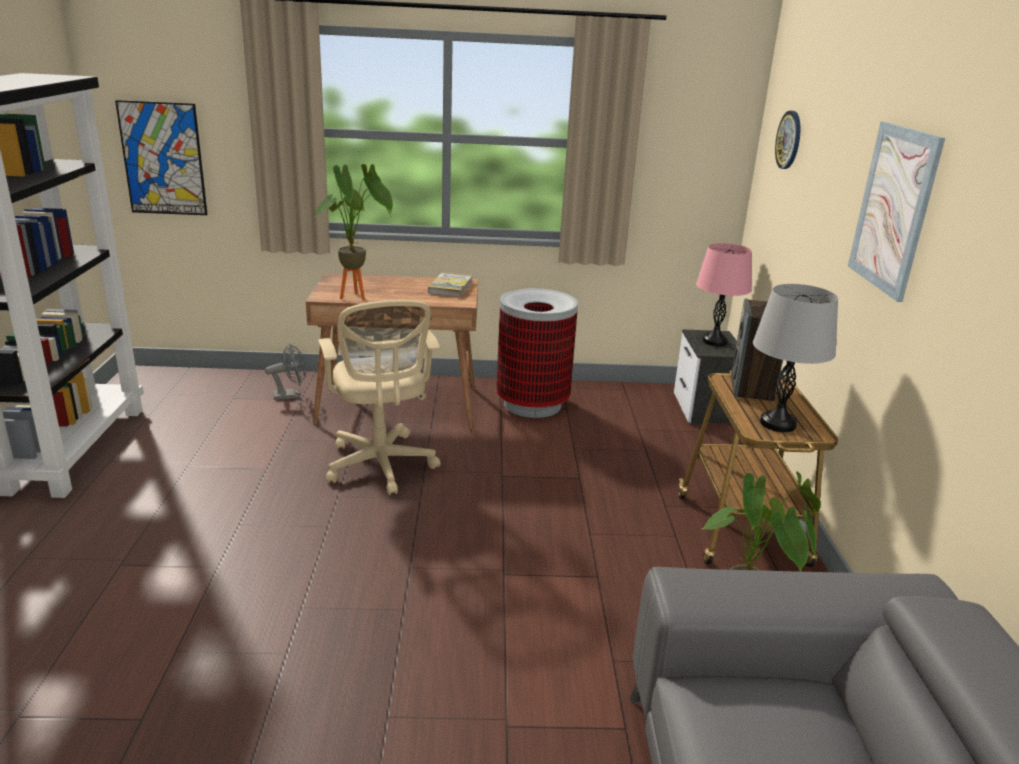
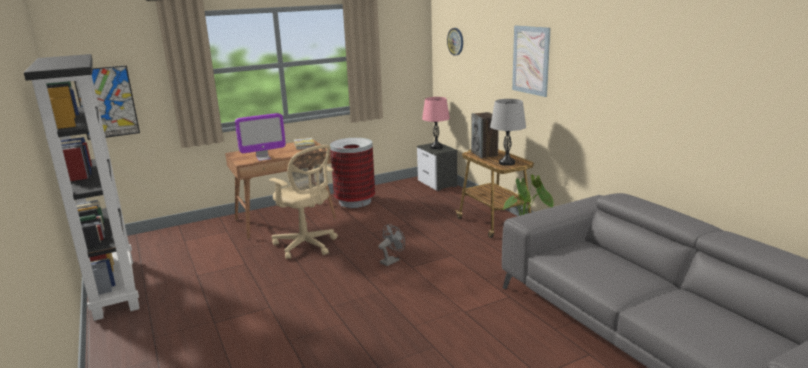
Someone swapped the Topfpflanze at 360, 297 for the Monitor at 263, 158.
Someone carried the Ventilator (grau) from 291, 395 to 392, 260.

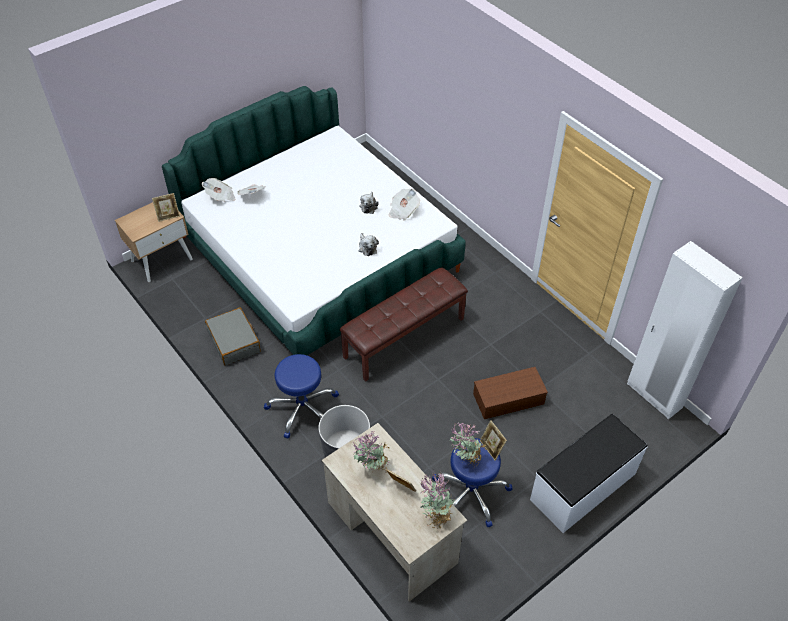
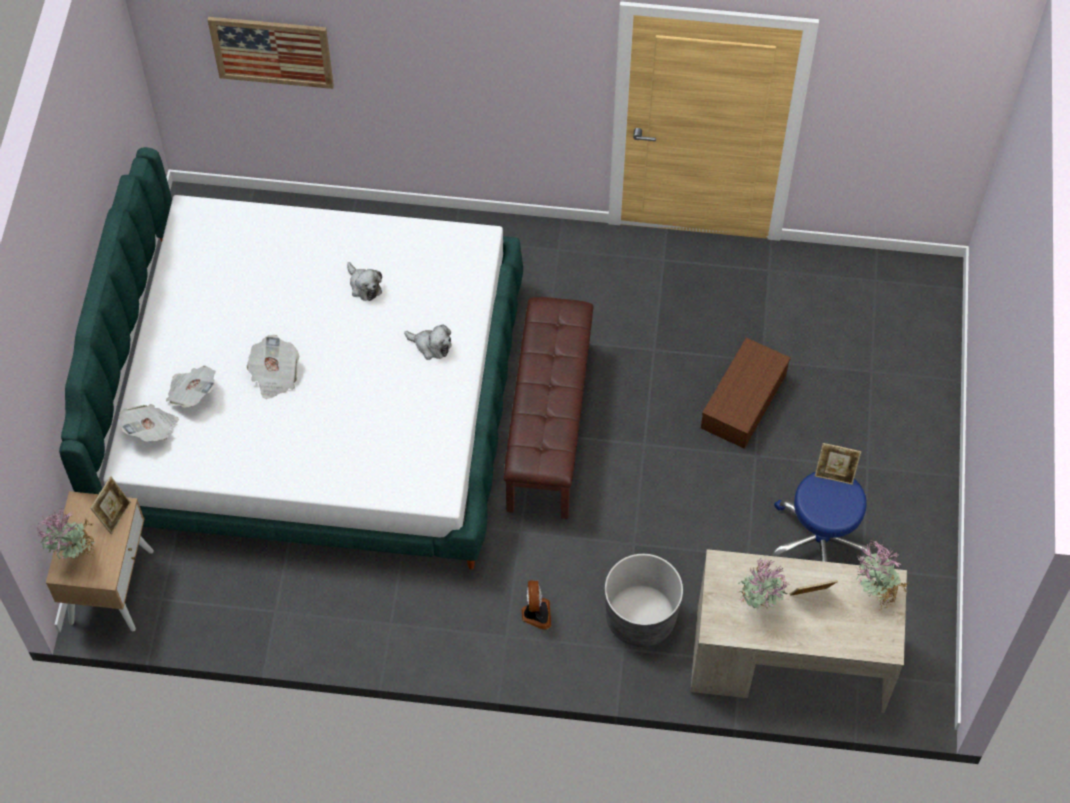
Someone carried the Zeitung from 403, 211 to 274, 375.
Someone took away the Kleiderschrank (weiß) at 653, 396.
Someone took away the Koffer (grau) at 234, 341.
Someone swapped the Hocker (blau) at 303, 408 for the Ventilator at 536, 614.
Someone took away the Bank (weiß) at 583, 487.
Someone carried the Topfpflanze from 465, 459 to 75, 555.
Someone put up the Bild at 272, 51.

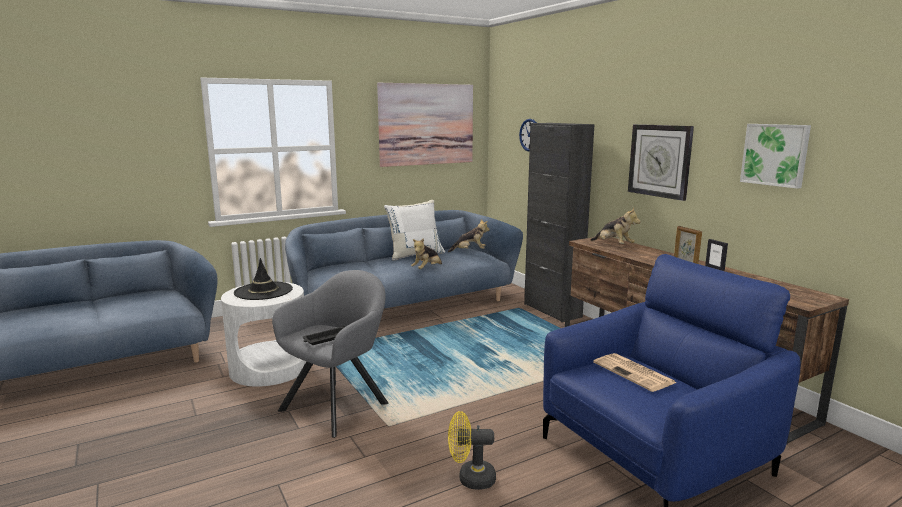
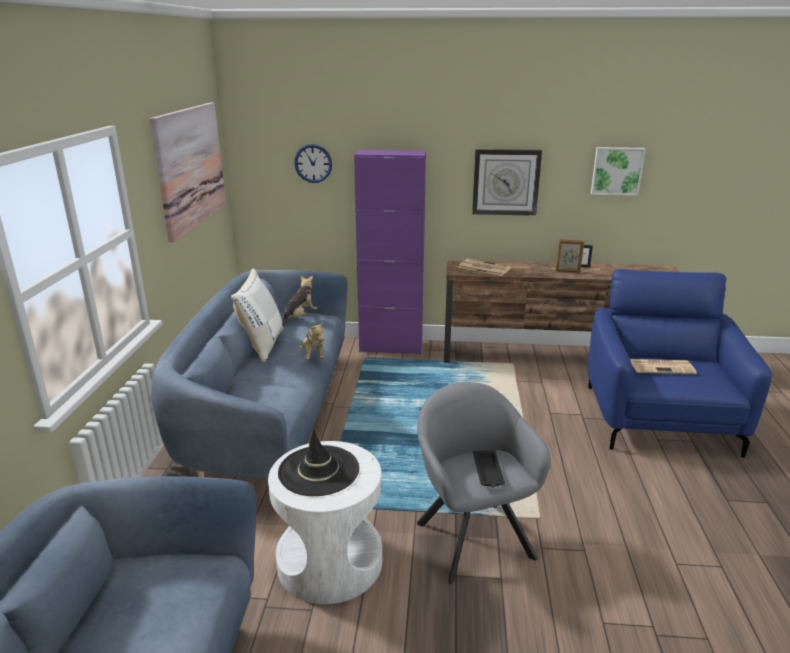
Someone repainted the Schrank (schwarz) at 552, 310, which became the Schrank (lila) at 391, 347.
Someone swapped the Plüschtier at 613, 245 for the Zeitung at 483, 268.
Someone took away the Ventilator (gelb) at 470, 479.

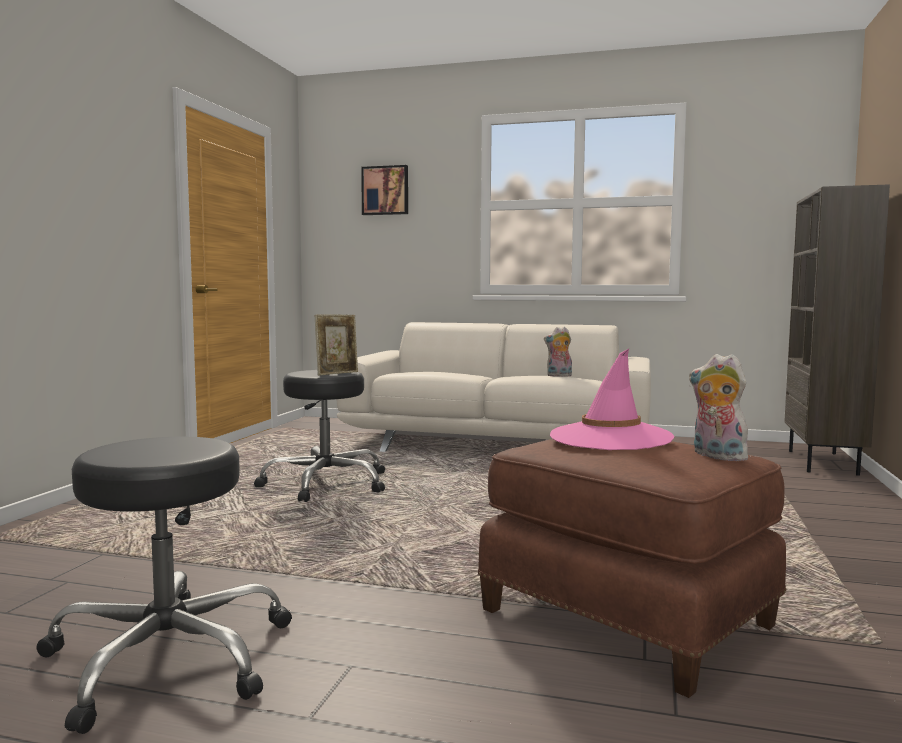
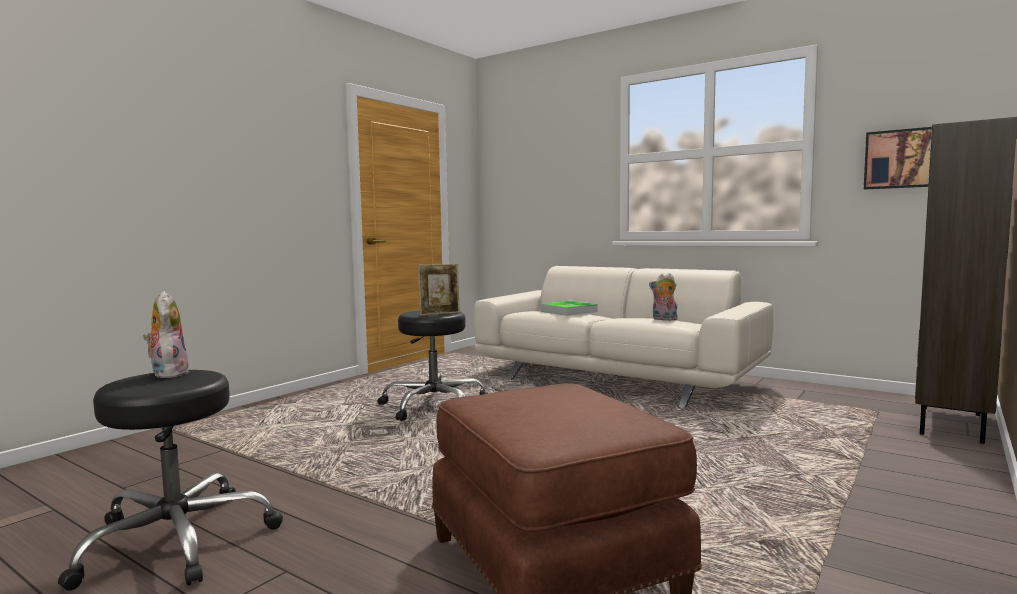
Someone carried the Bild from 385, 190 to 898, 159.
Someone took away the Hut (rosa) at 610, 437.
Someone carried the Plüschtier from 716, 456 to 168, 374.
Someone put down the Tablett at 568, 311.

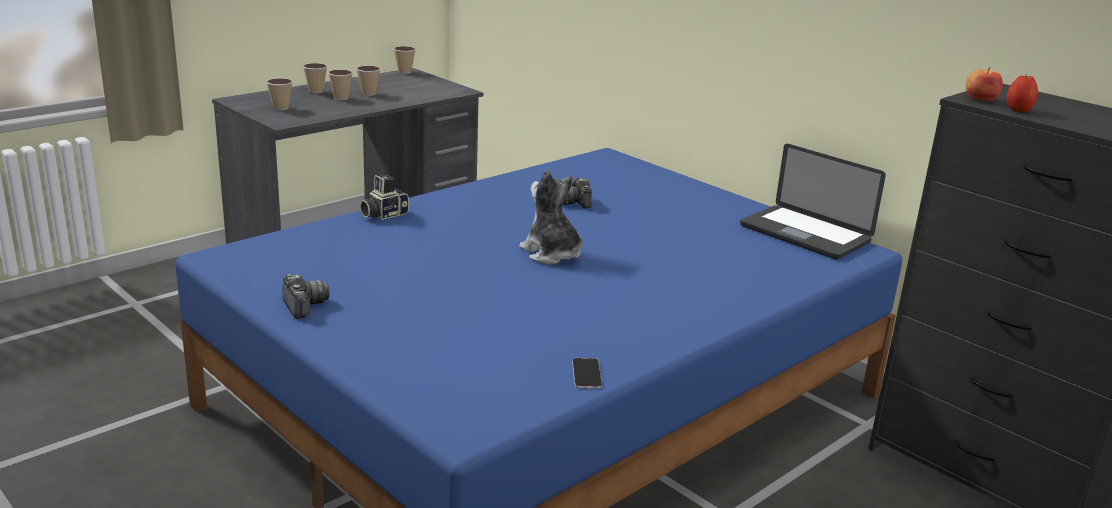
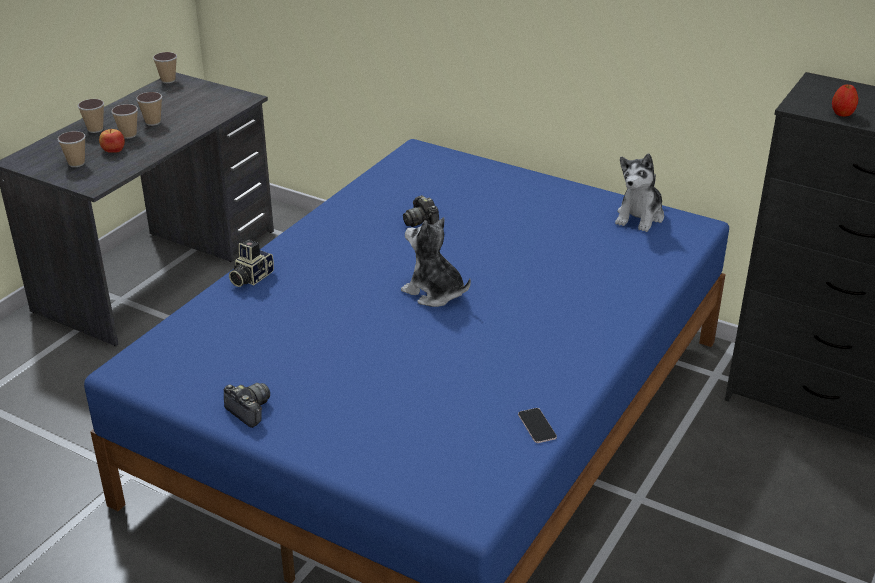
Someone carried the Apfel from 980, 99 to 113, 150.
Someone swapped the Laptop at 804, 234 for the Plüschtier at 640, 217.

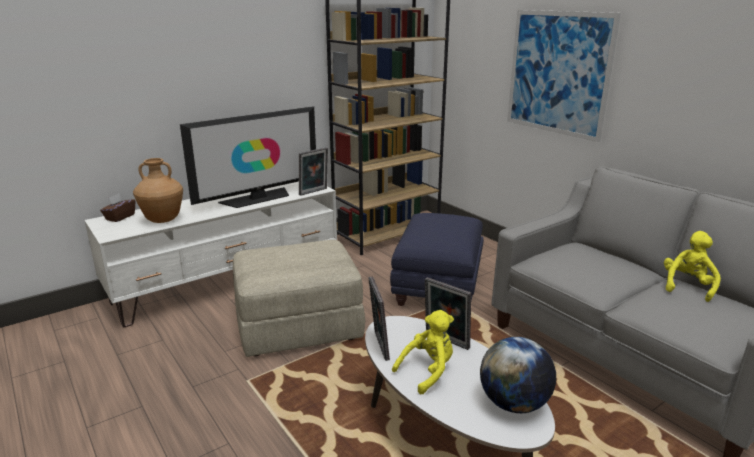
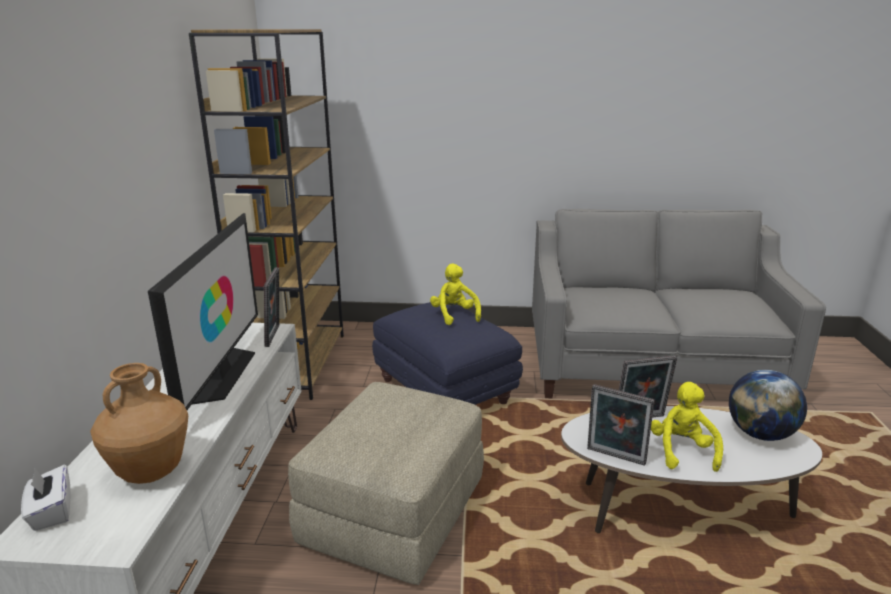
Someone took away the Bild at 558, 73.
Someone repainted the Taschentuchbox (braun) at 120, 217, which became the Taschentuchbox (weiß) at 51, 512.
Someone carried the Plüschtier (gelb) from 687, 286 to 454, 315.

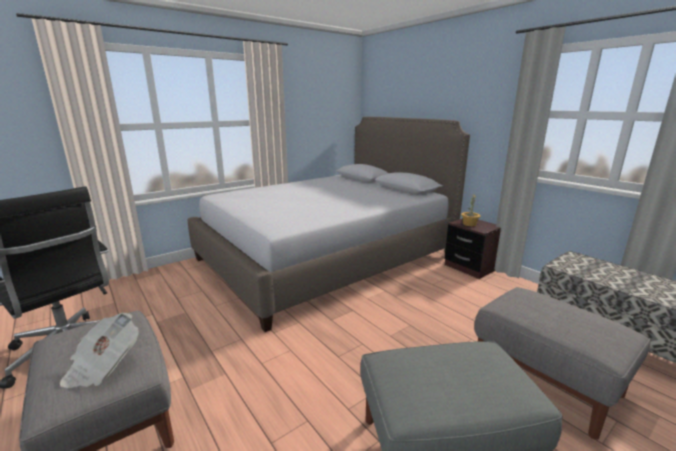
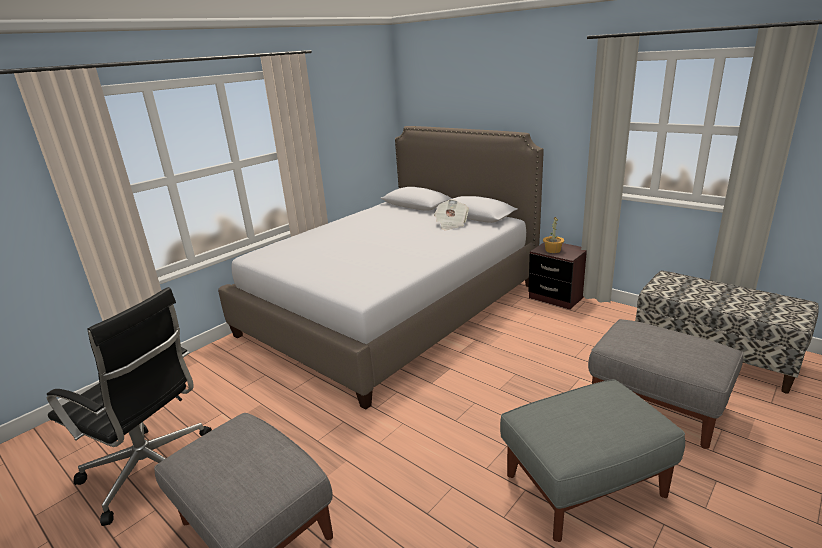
Someone carried the Zeitung from 103, 366 to 451, 224.

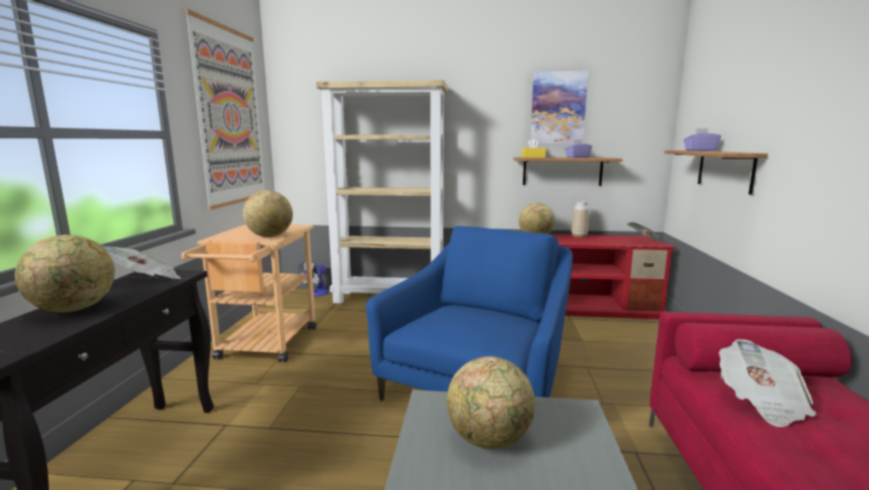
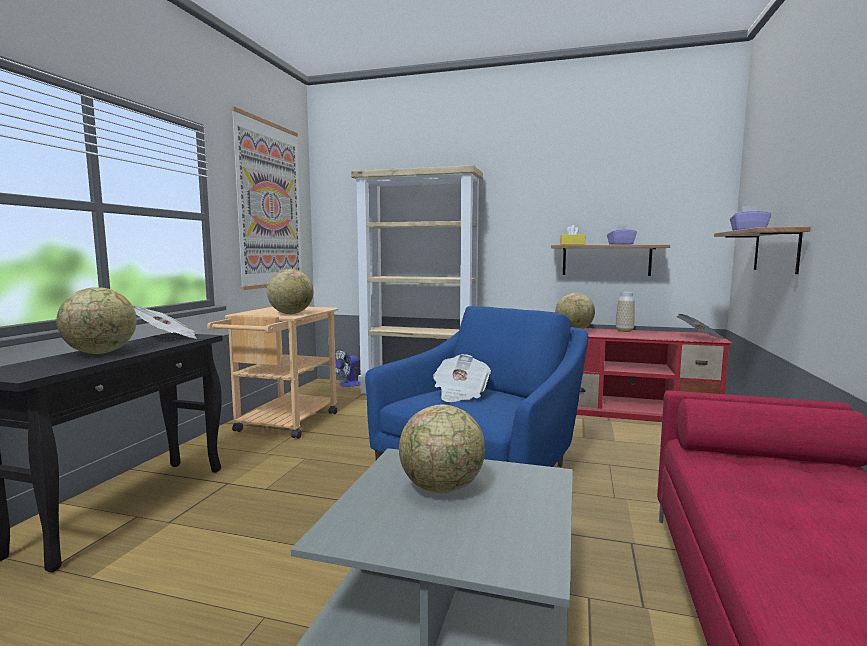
Someone took away the Bild at 558, 108.
Someone carried the Zeitung from 761, 402 to 460, 394.

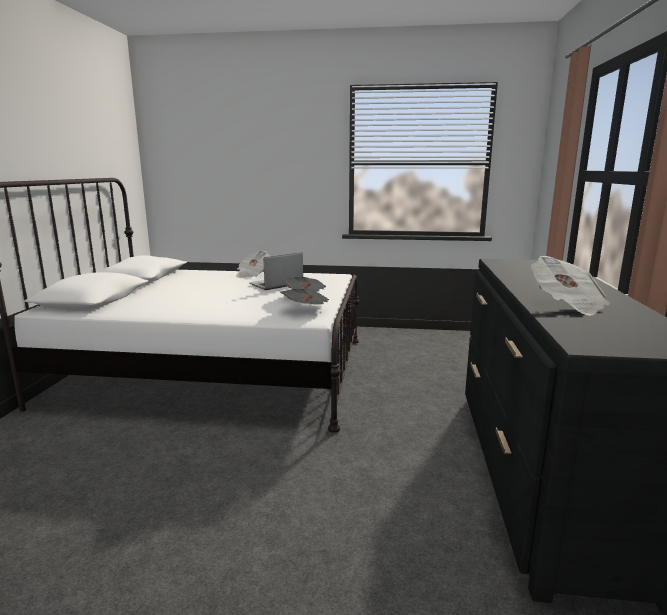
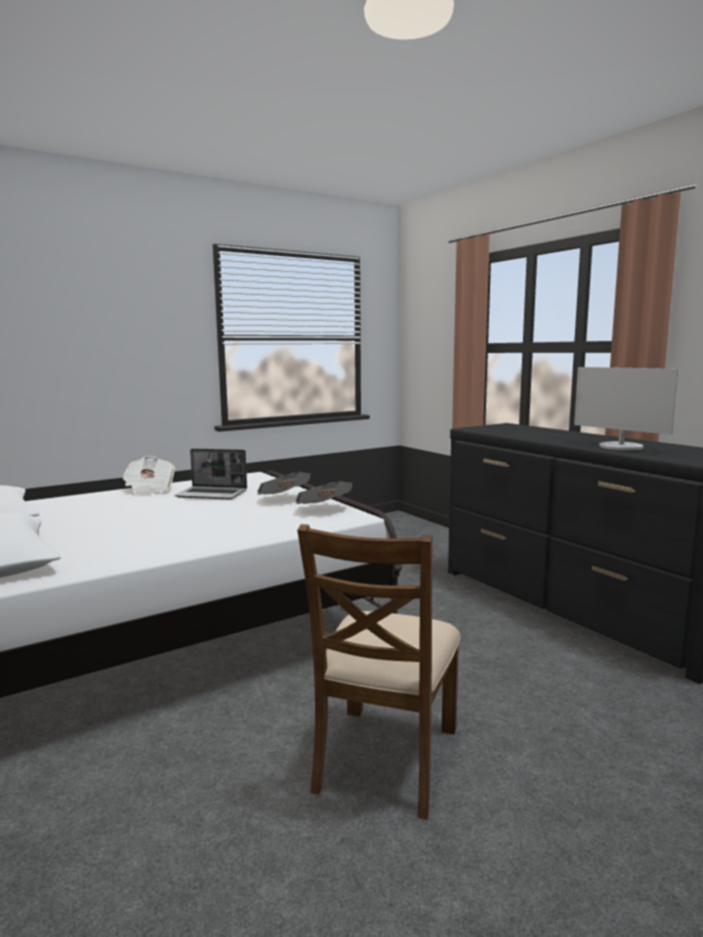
Someone rotated the Laptop at 276, 284 by 90 degrees counterclockwise.
Someone swapped the Zeitung at 567, 304 for the Monitor at 621, 447.
Someone put down the Stuhl (braun) at 385, 758.

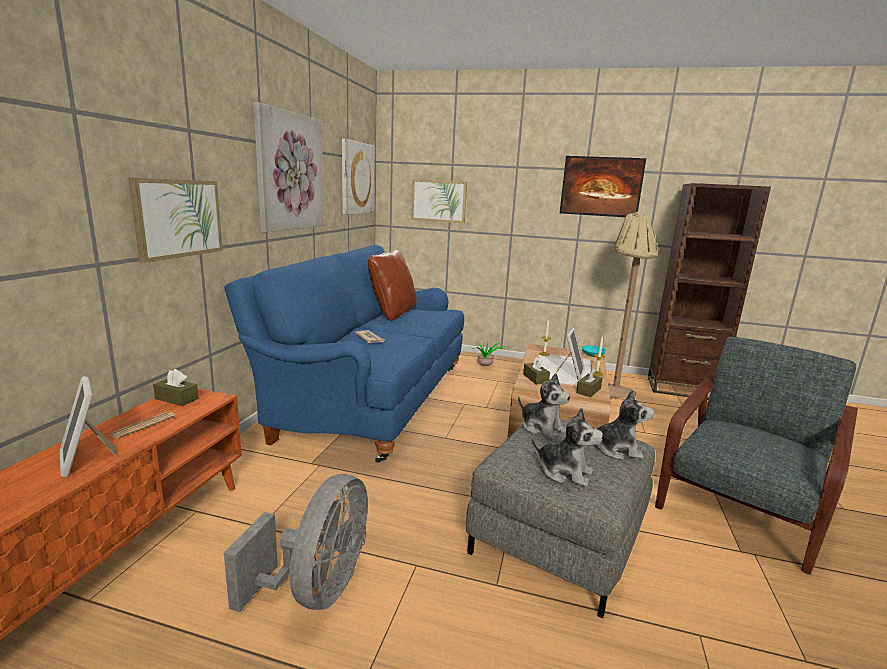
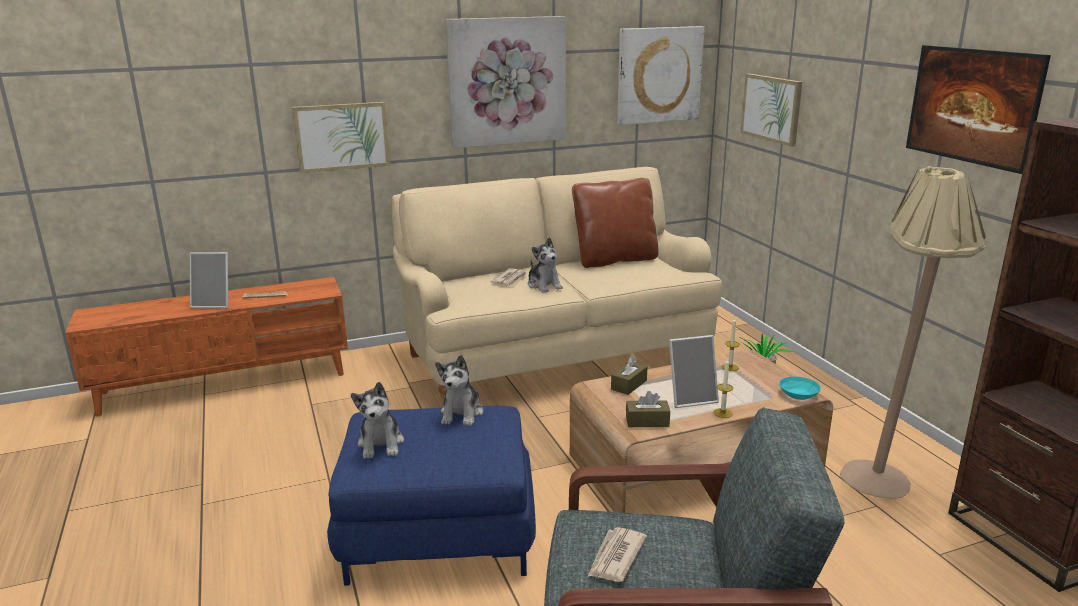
Someone repainted the Sofa (blau) at 368, 399, which became the Sofa (beige) at 553, 353.
Someone took away the Taschentuchbox (braun) at 176, 399.
Someone rotated the Bilderrahmen at 87, 459 by 105 degrees counterclockwise.
Someone carried the Plüschtier from 616, 449 to 544, 285.
Someone repainted the Polsterhocker (grau) at 557, 535, which became the Polsterhocker (blau) at 439, 531.
Someone took away the Ventilator (grau) at 317, 589.
Someone put down the Zeitung at 615, 557.

